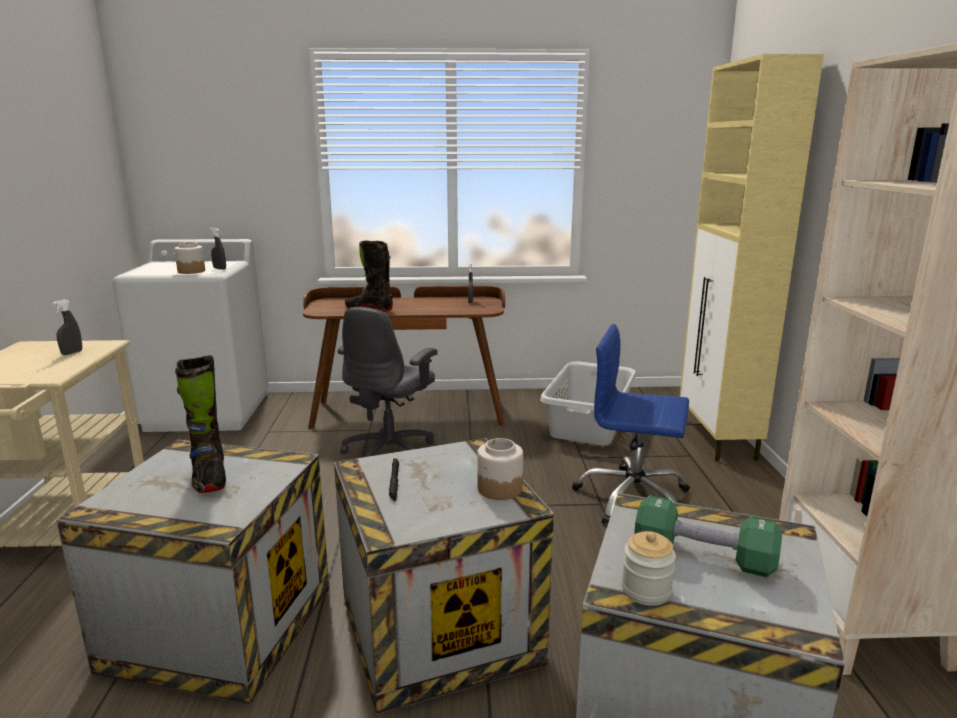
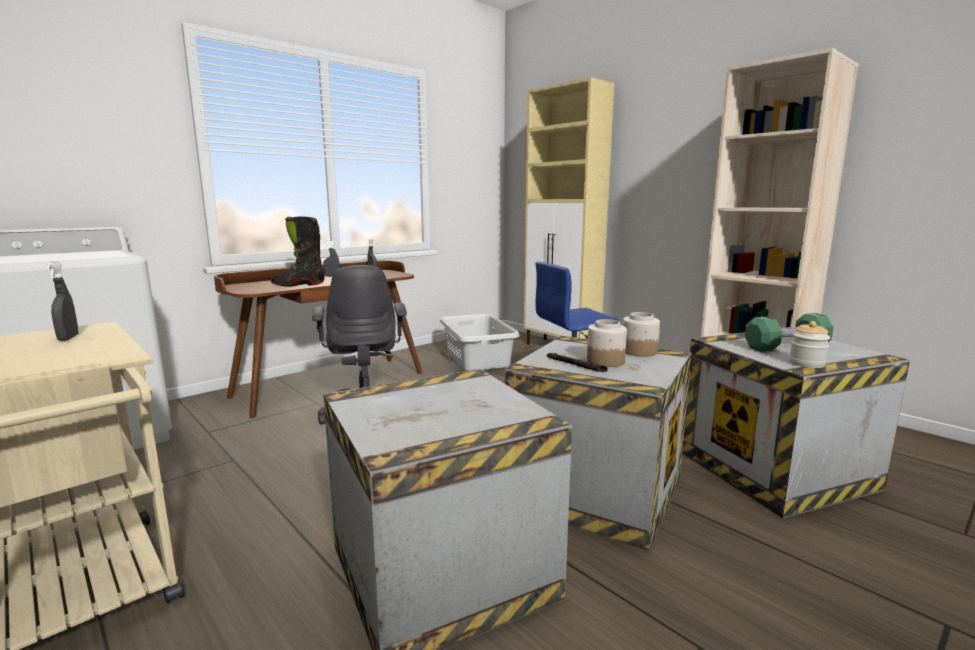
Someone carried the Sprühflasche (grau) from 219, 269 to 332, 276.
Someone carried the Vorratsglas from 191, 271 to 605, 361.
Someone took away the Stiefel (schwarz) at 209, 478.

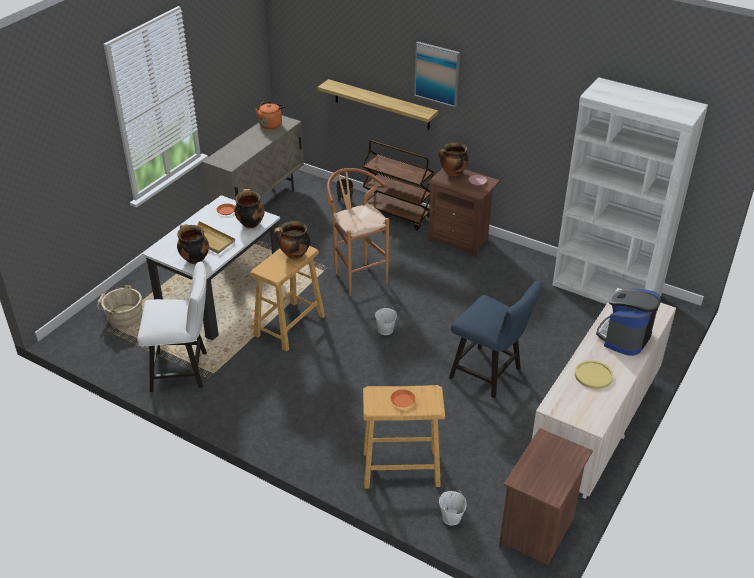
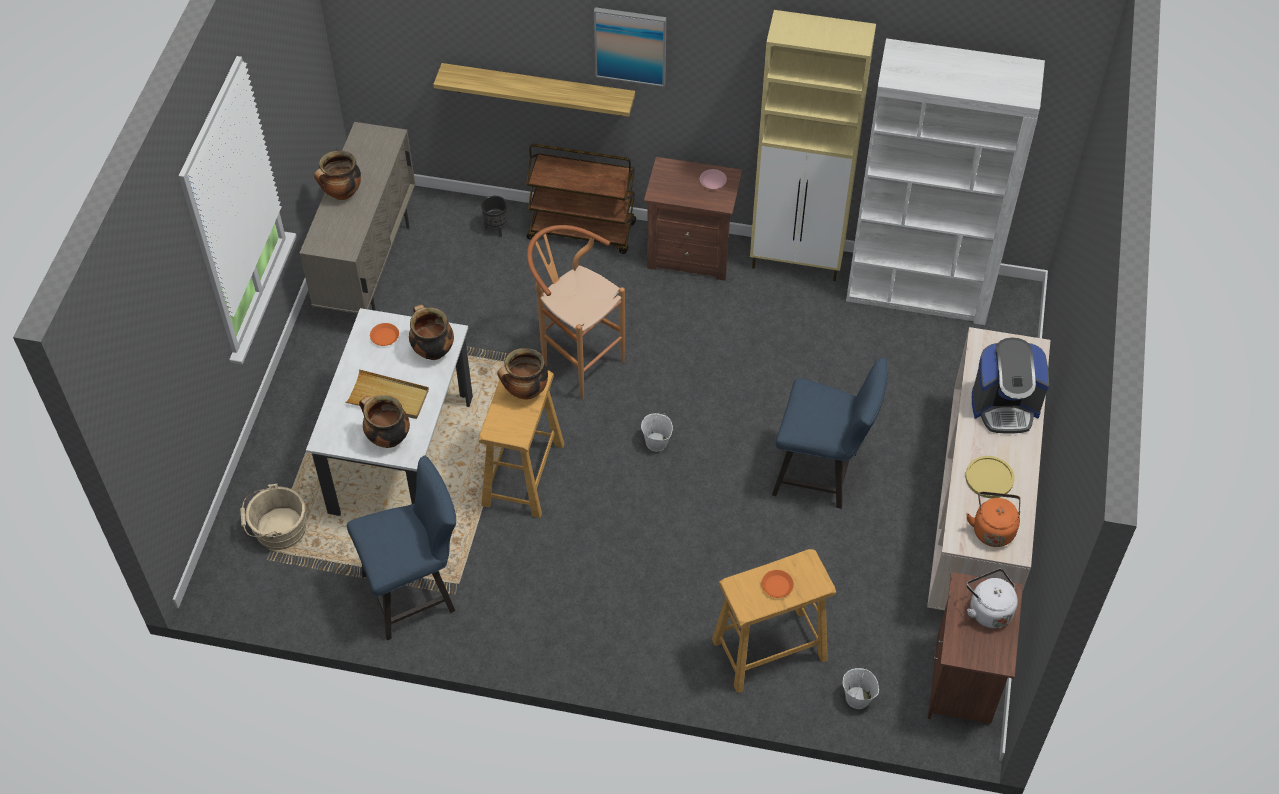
Someone carried the Wasserkessel (orange) from 271, 124 to 993, 529.
Someone carried the Kochtopf from 452, 173 to 342, 194.
Someone repainted the Stuhl (weiß) at 184, 370, which became the Stuhl (blau) at 416, 592.
Someone rotated the Kaffeemaschine at 624, 337 by 105 degrees counterclockwise.
Someone put down the Schrank (beige) at 797, 262.
Someone put down the Wasserkessel (weiß) at 988, 609.

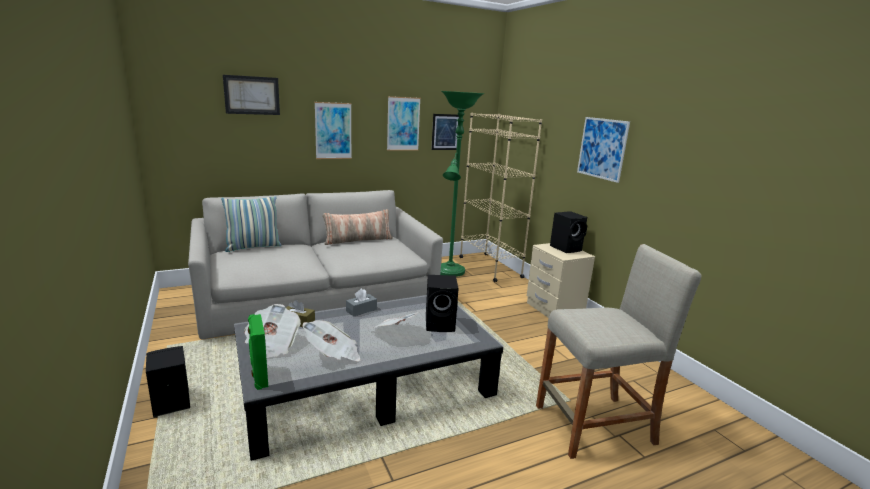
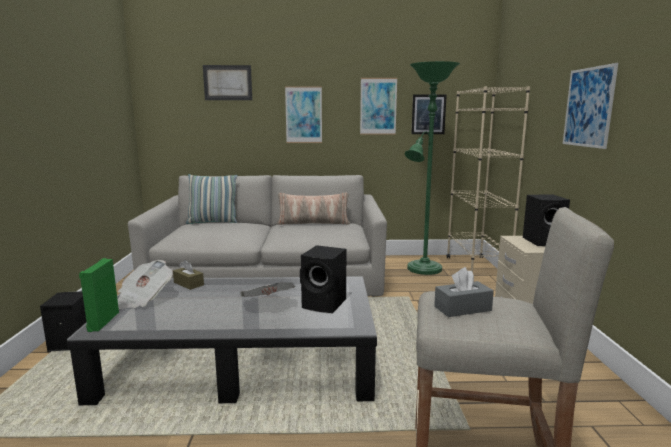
Someone carried the Taschentuchbox (grau) from 361, 310 to 462, 308.
Someone took away the Zeitung at 333, 354.

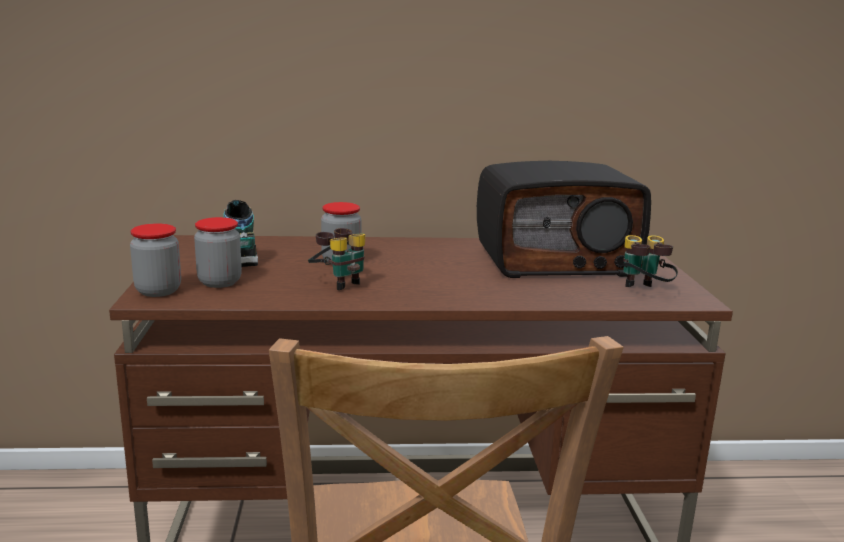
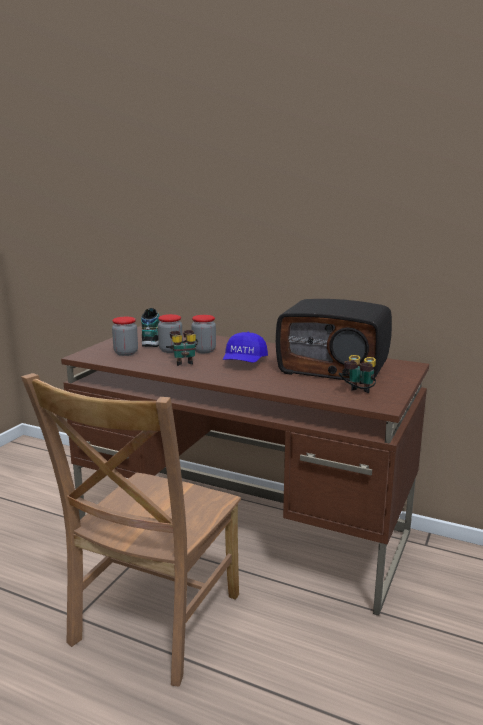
Someone carried the Vorratsglas from 158, 291 to 170, 350.
Someone put down the Kappe (blau) at 244, 362.

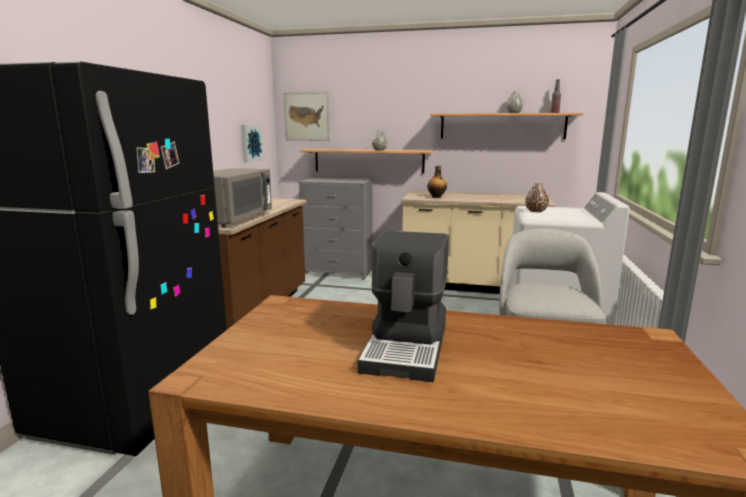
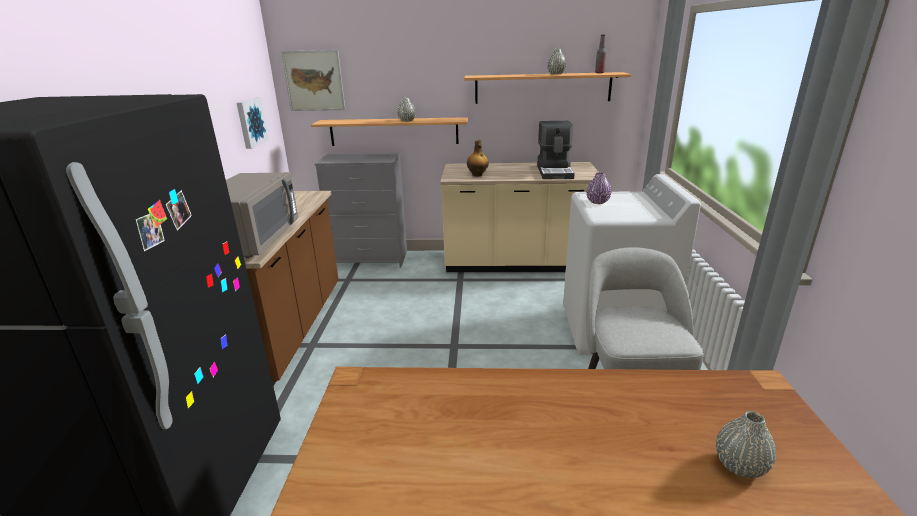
Someone repainted the Vase (braun) at 536, 211, which became the Vase (lila) at 597, 202.
Someone carried the Kaffeemaschine from 407, 347 to 555, 172.
Someone put down the Vase (grau) at 739, 465.

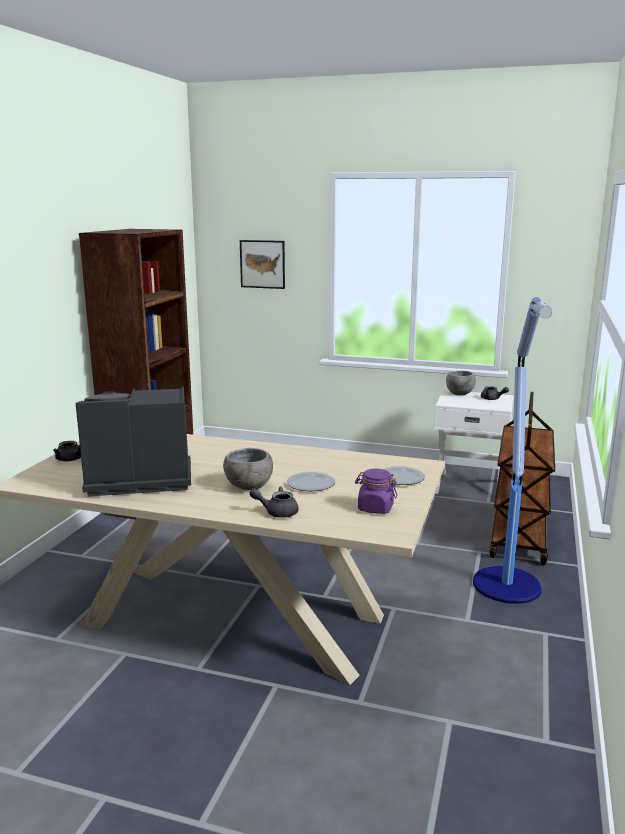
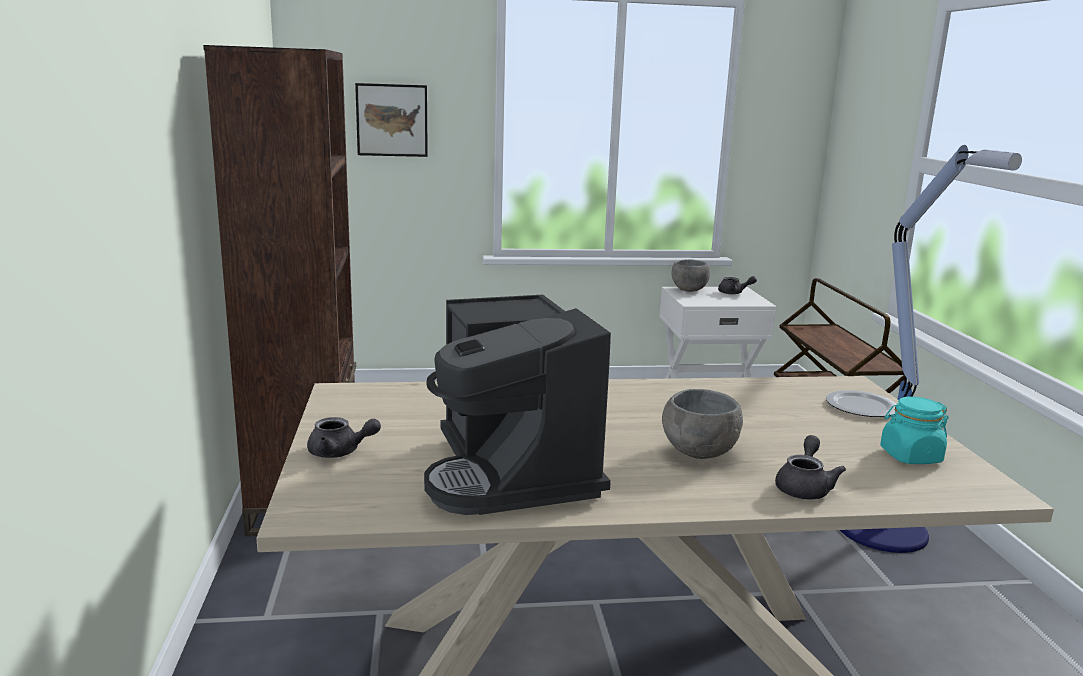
Someone rotated the Kaffeemaschine at 136, 480 by 75 degrees counterclockwise.
Someone repainted the Vorratsglas (lila) at 375, 508, which became the Vorratsglas (türkis) at 910, 456.
Someone took away the Teller at 311, 484.
Someone rotated the Teekanne (grau) at 277, 512 by 135 degrees clockwise.

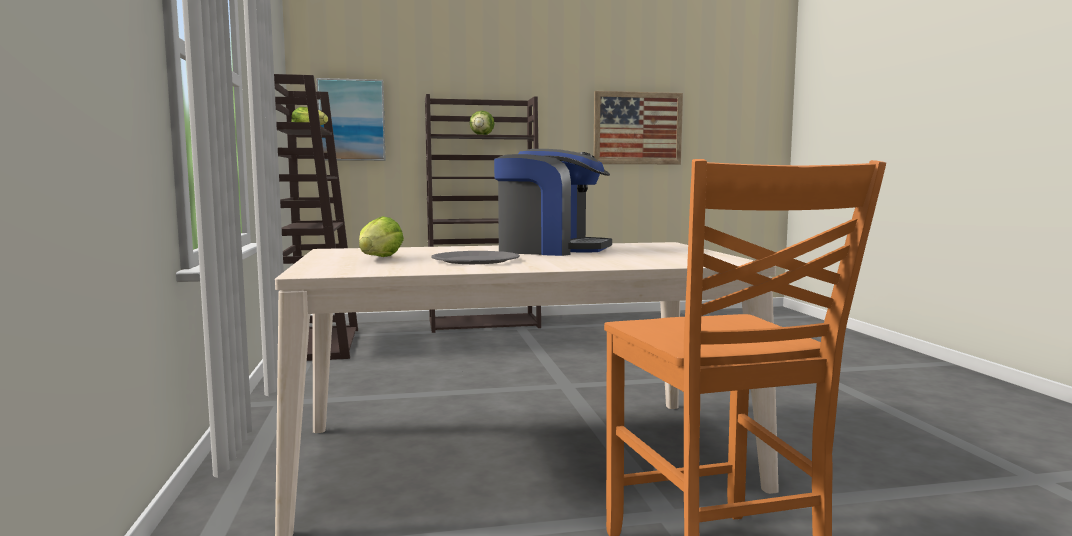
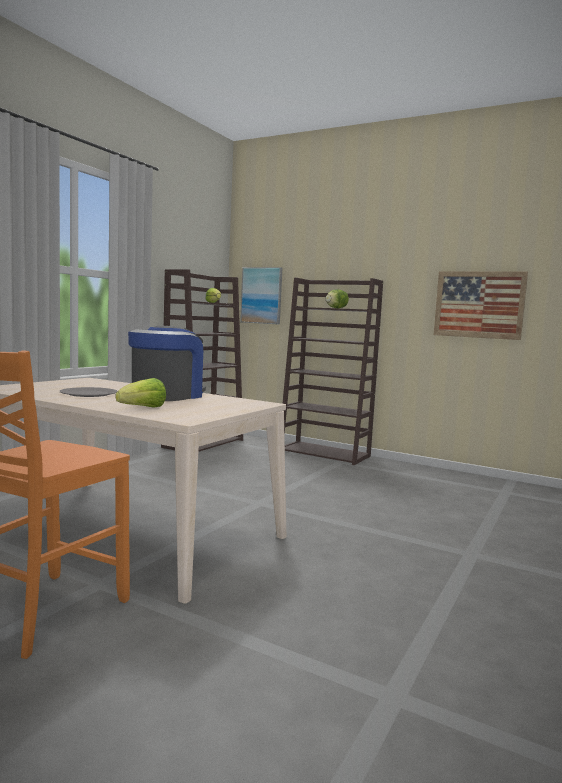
Someone rotated the Kaffeemaschine at 550, 250 by 120 degrees counterclockwise.
Someone carried the Salatkopf from 379, 259 to 143, 408.

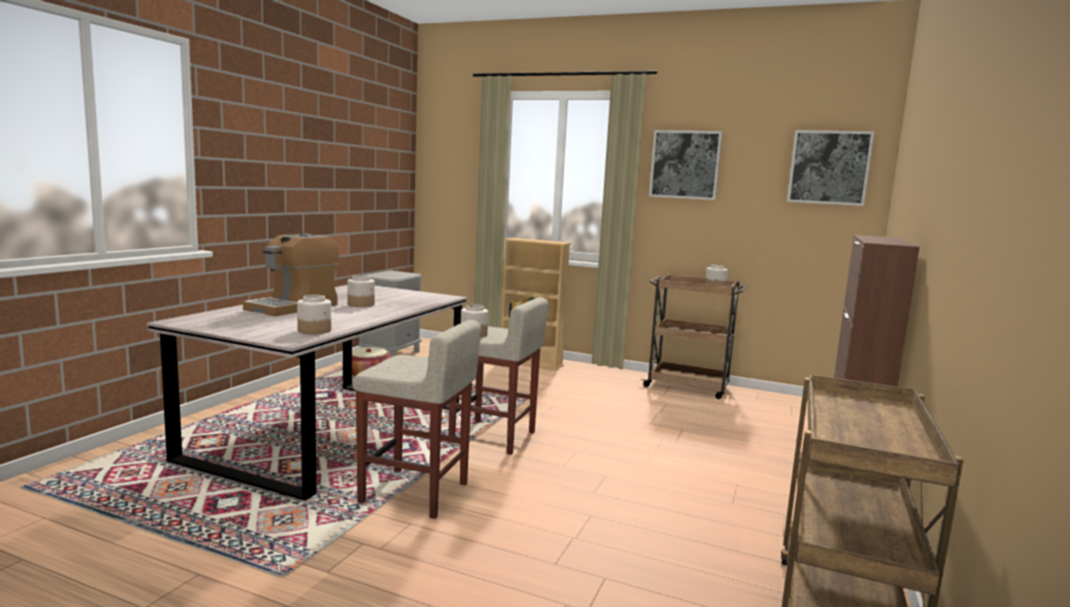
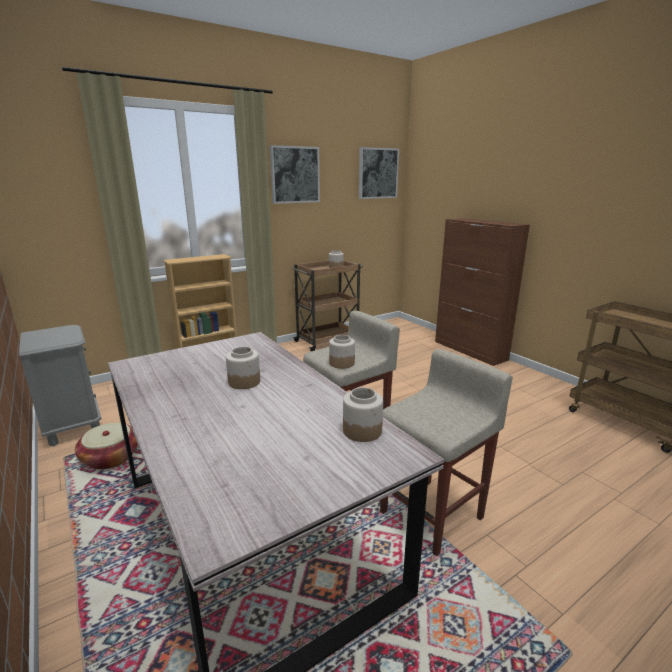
Someone took away the Kaffeemaschine at 294, 307.

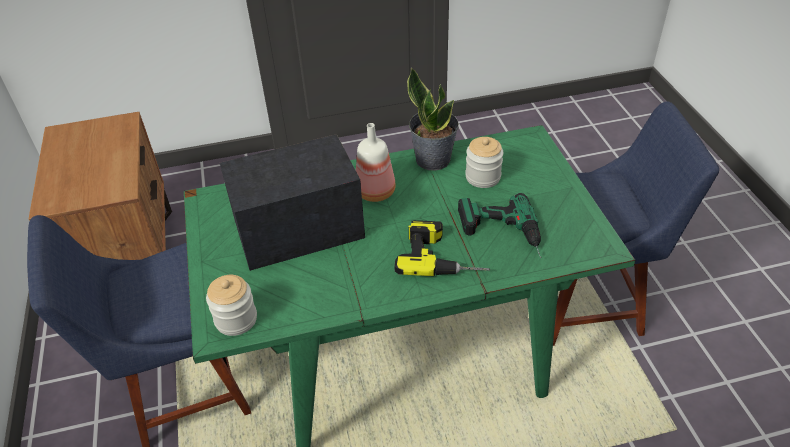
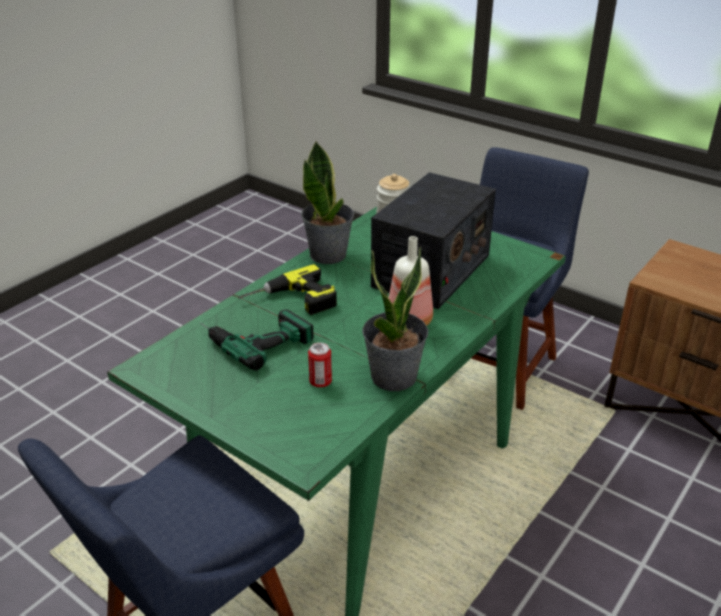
Someone swapped the Vorratsglas at 483, 177 for the Dose at 320, 382.
Someone put down the Topfpflanze at 328, 254.

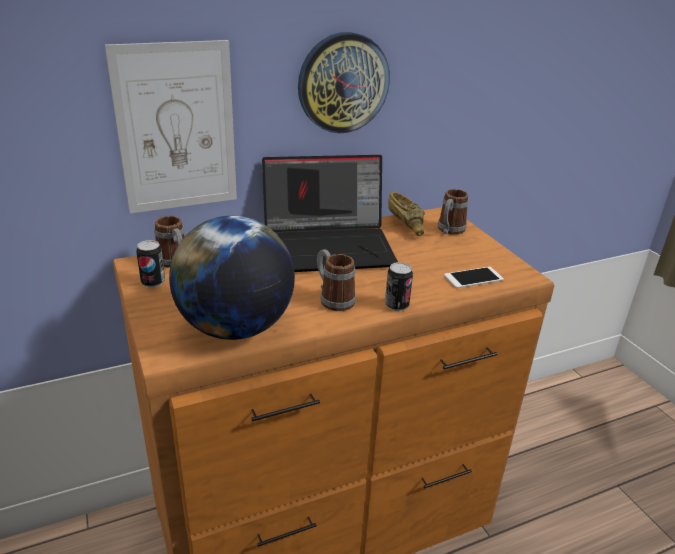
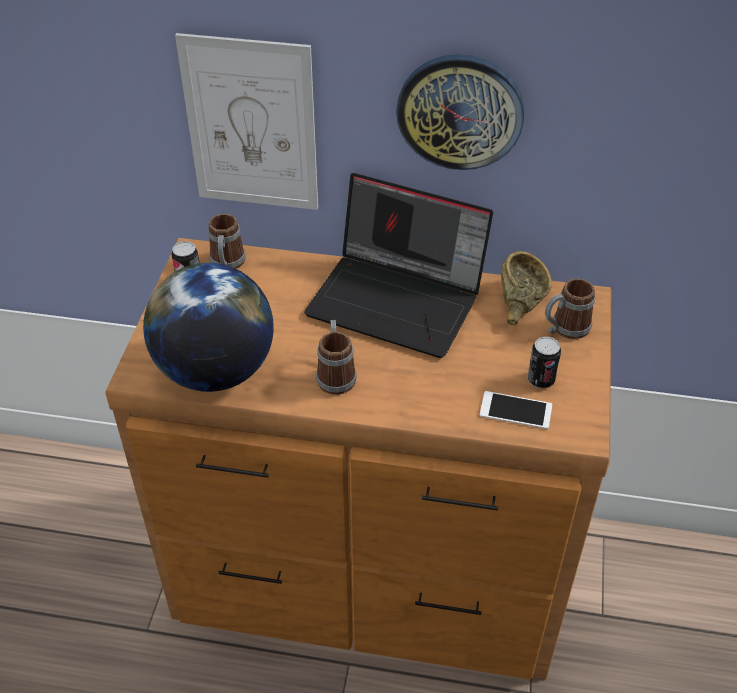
Someone carried the Dose from 396, 305 to 541, 380.

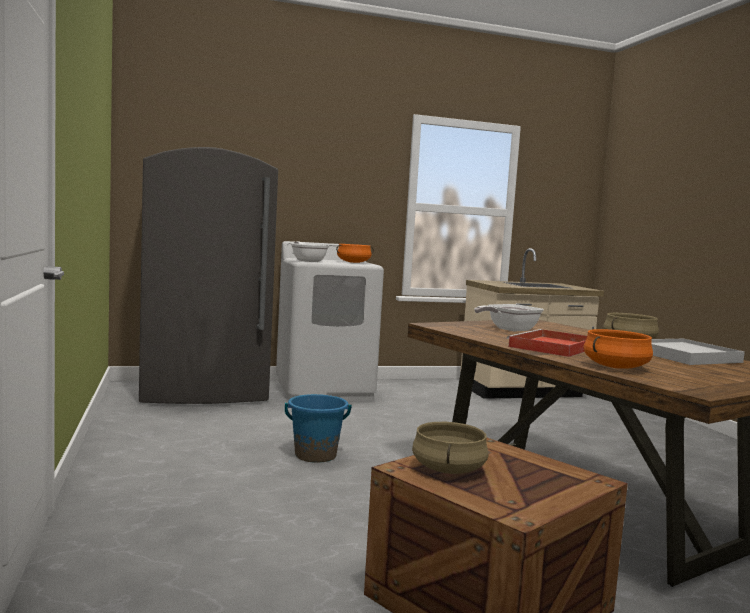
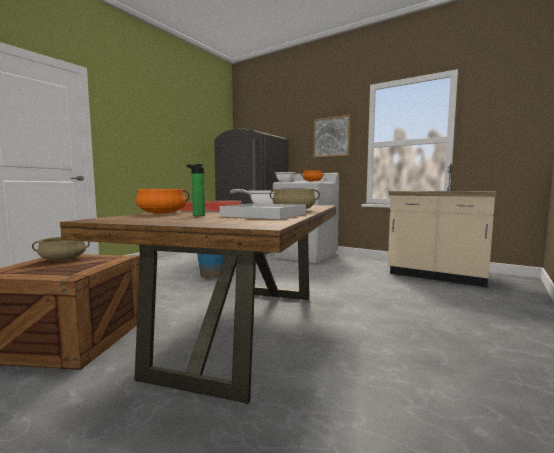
Someone put up the Bild at 331, 137.
Someone put down the Flasche at 197, 215.

